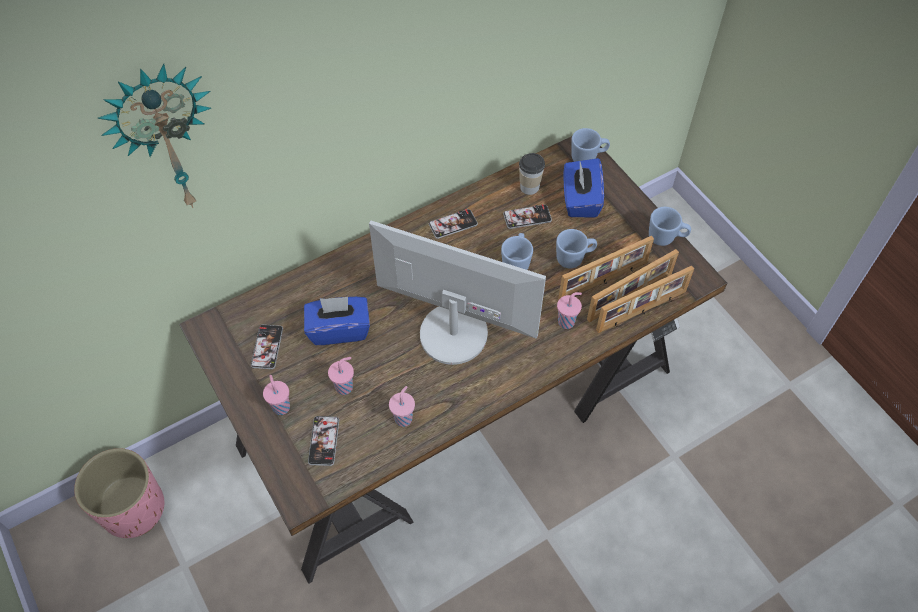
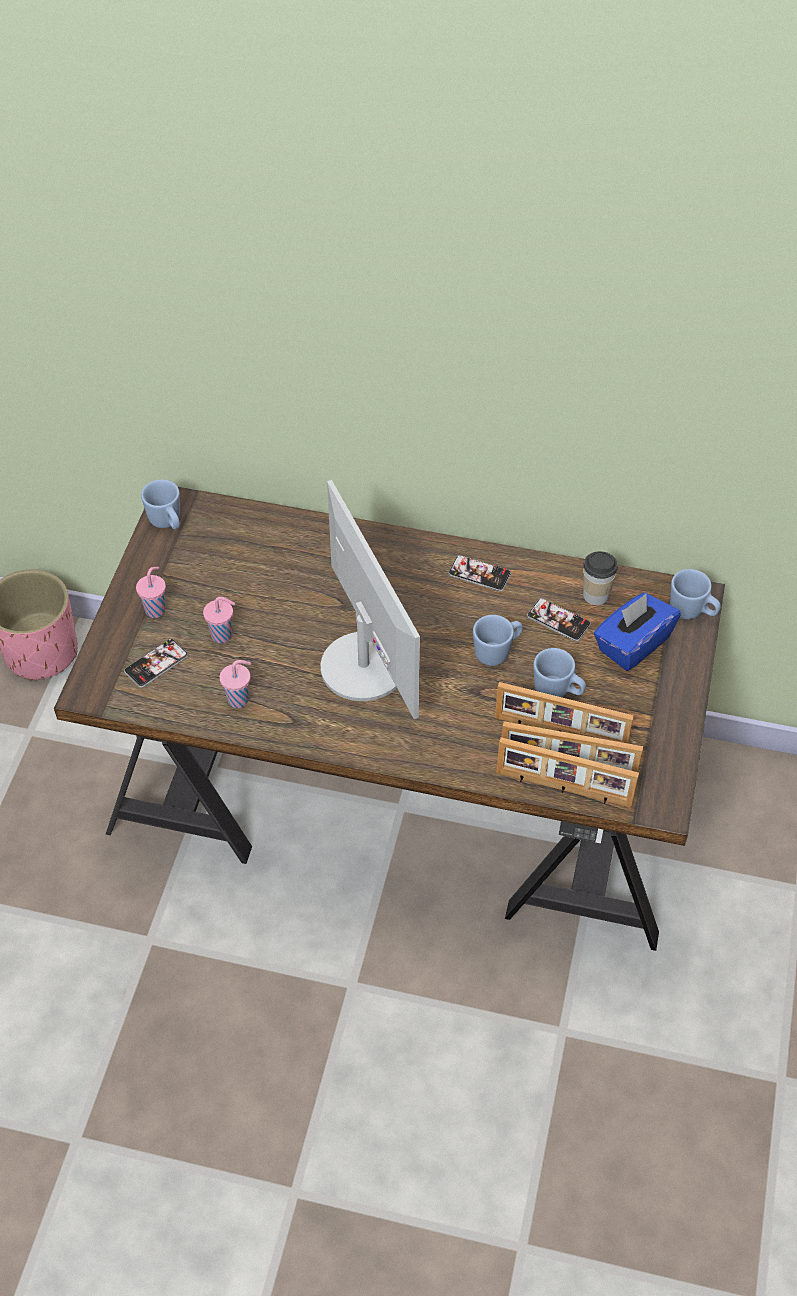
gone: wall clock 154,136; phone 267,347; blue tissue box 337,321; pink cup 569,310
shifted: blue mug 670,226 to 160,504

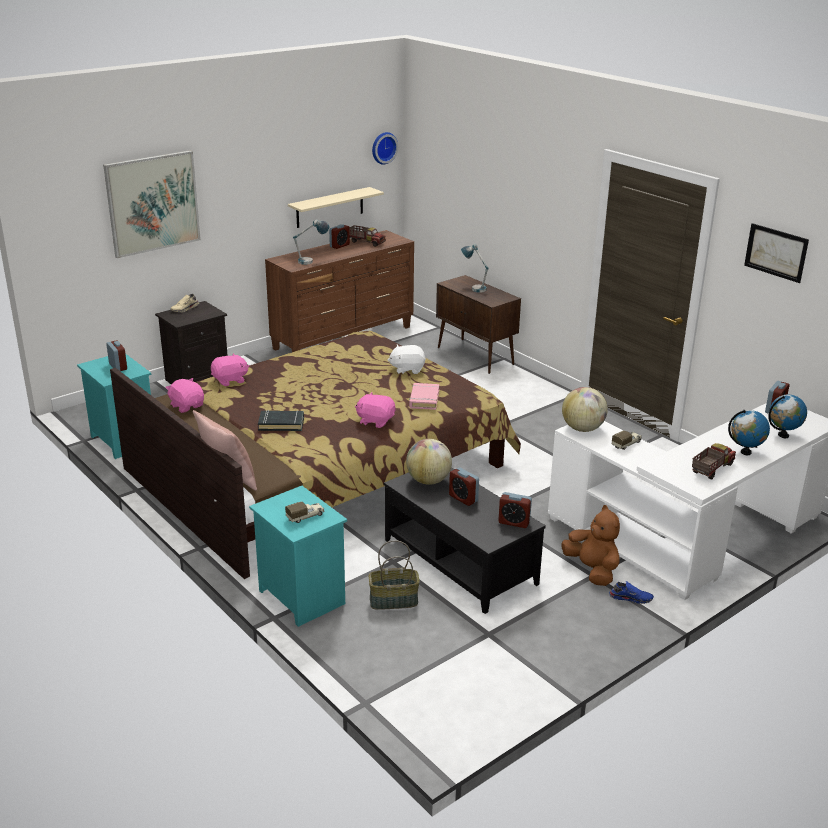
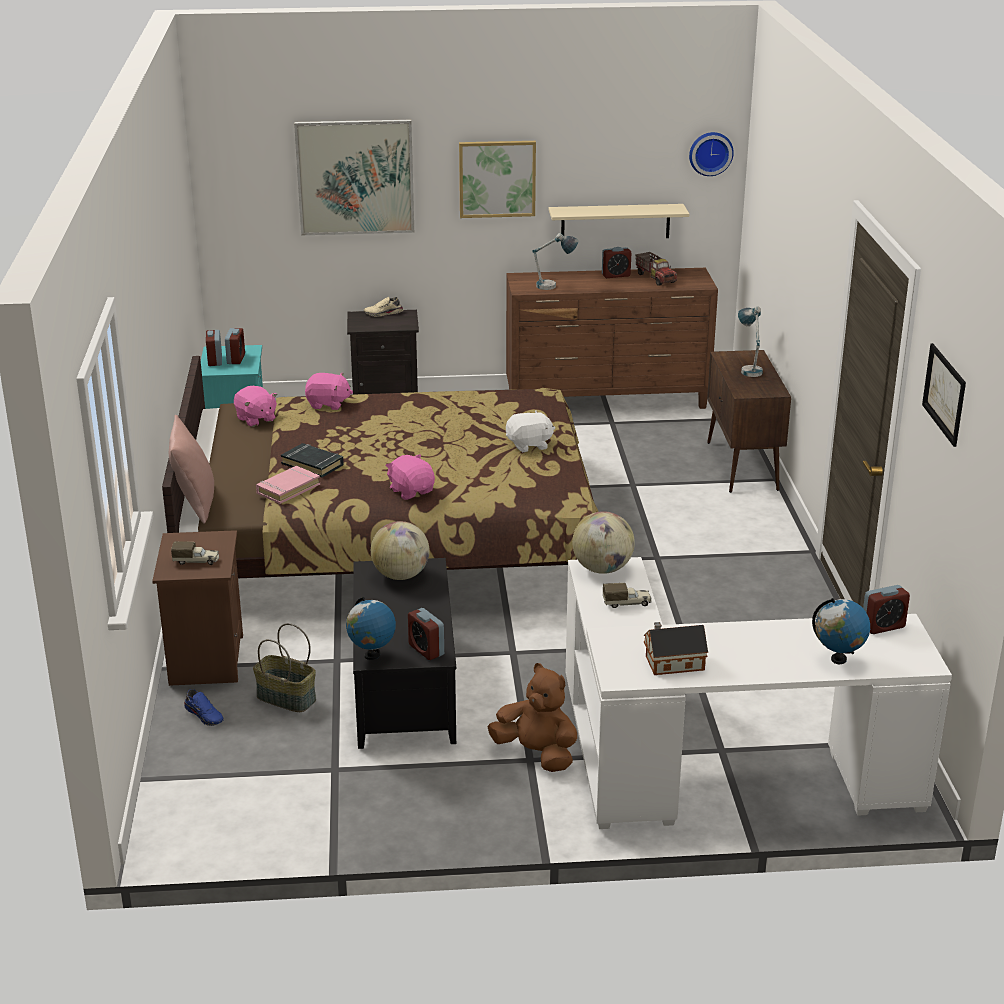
new: picture 497,179
shifted: pink book 424,396 to 288,485; alarm clock 464,487 to 214,348; blue shoe 631,592 to 204,707; globe 749,432 to 371,628
swapped: toy truck 714,461 to toy house 676,648
repainted: turquoise nightstand 298,556 to brown nightstand 197,608
rotated: pink plush toy 185,395 = 255,406 150 degrees clockwise; white plush toy 407,359 = 530,431 135 degrees clockwise; brown plush toy 590,545 = 532,717 60 degrees counterclockwise

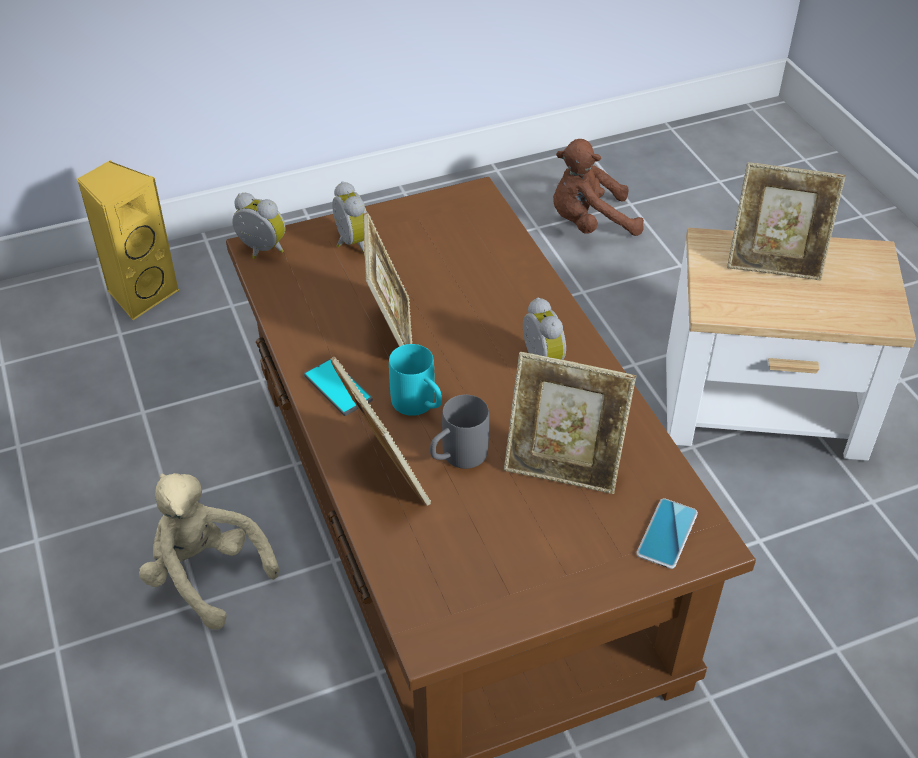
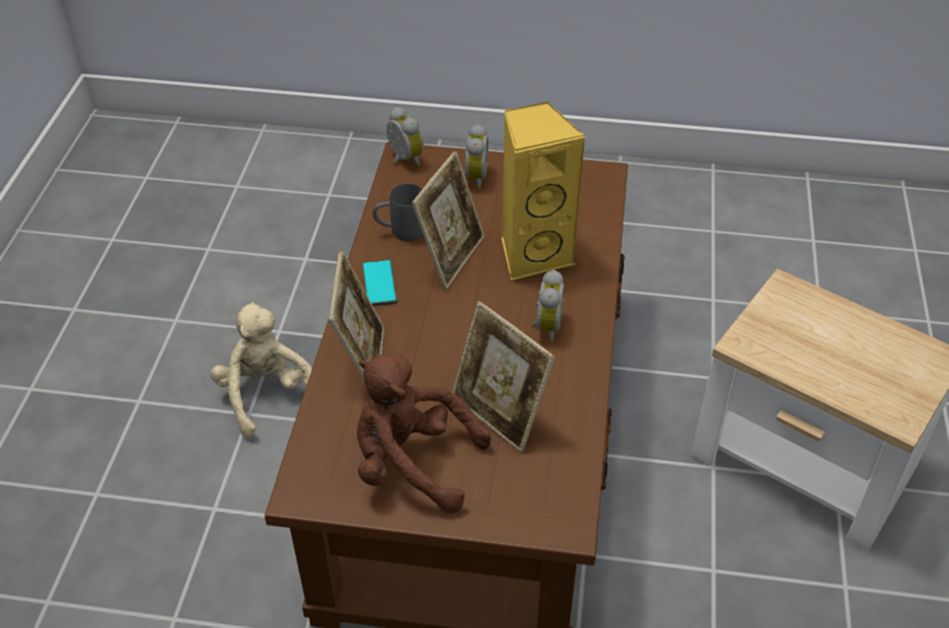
gone: turquoise mug 415,380; phone 667,533; picture frame 786,221
shifted: yellow speaker 128,240 to 543,190; grey mug 459,432 to 398,212; brown plush toy 598,187 to 424,433

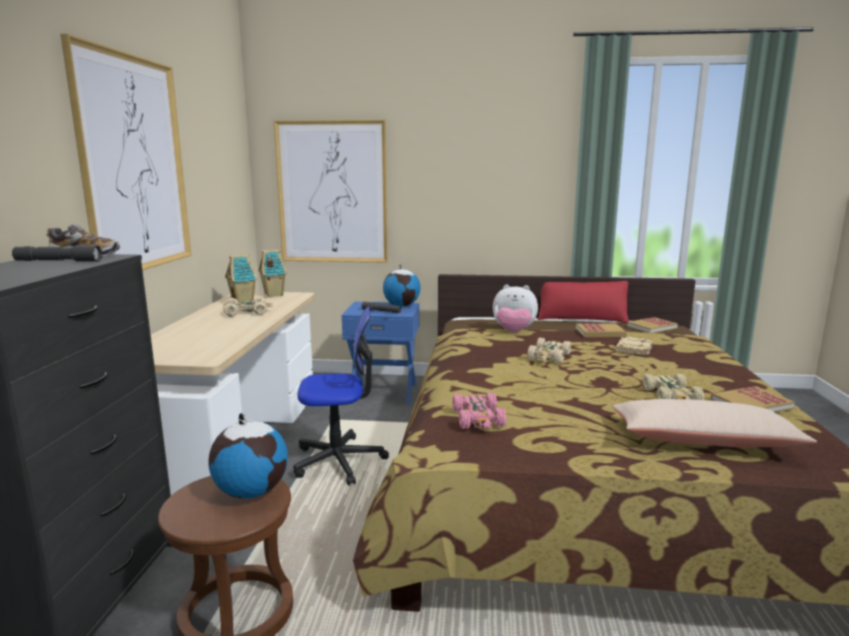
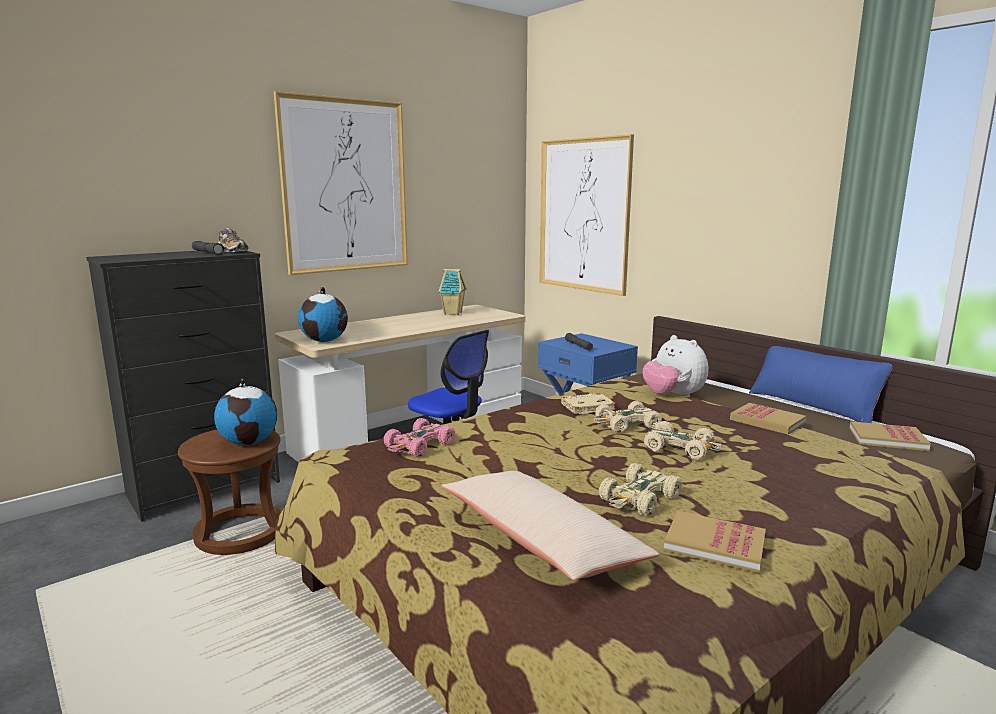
gone: toy house 273,273
shifted: beige toy car 248,306 to 682,440; globe 401,285 to 323,314; beige book 634,346 to 588,404
repainted: red pillow 583,302 to blue pillow 821,384

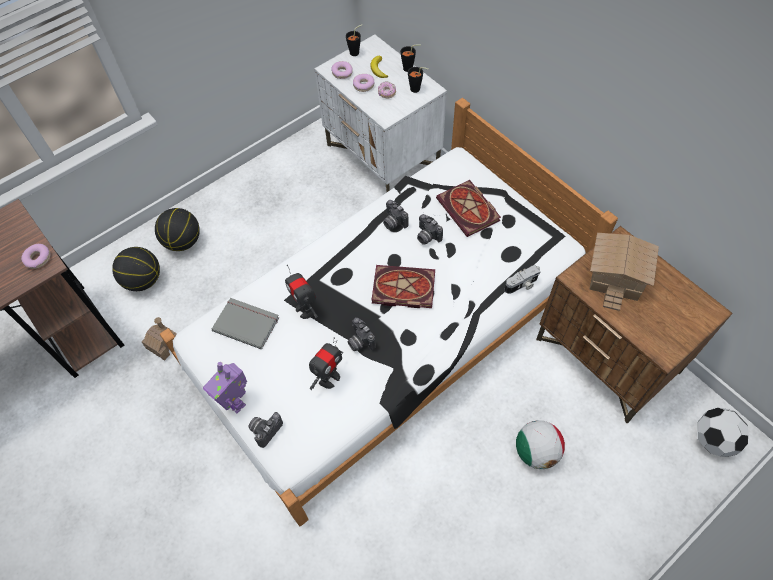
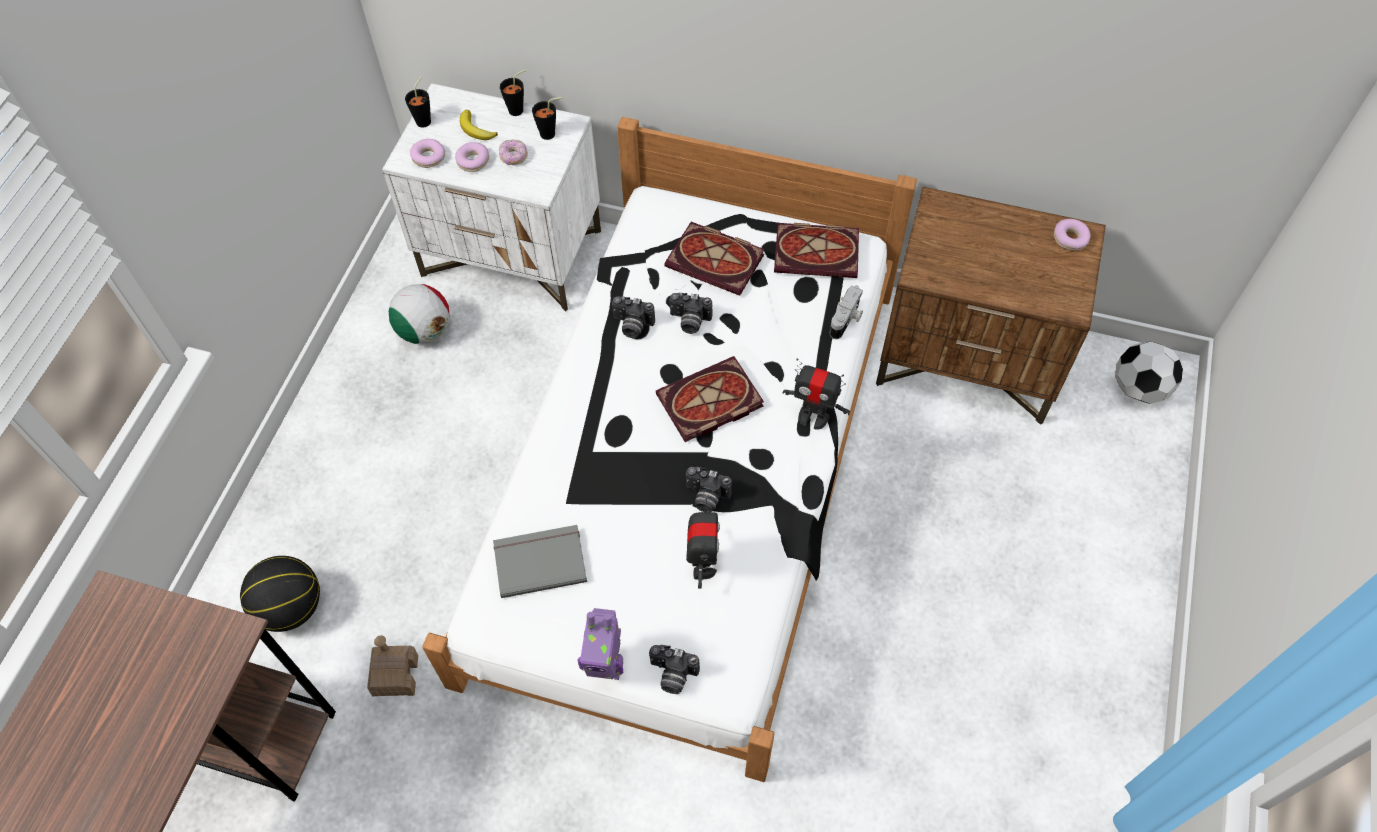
gone: basketball 177,229; toy house 624,272
new: book 816,250
shifted: donut 36,256 to 1072,234; toy robot 301,292 to 816,394; football 540,444 to 419,314
rotated: photo camera 266,430 = 674,669 75 degrees counterclockwise

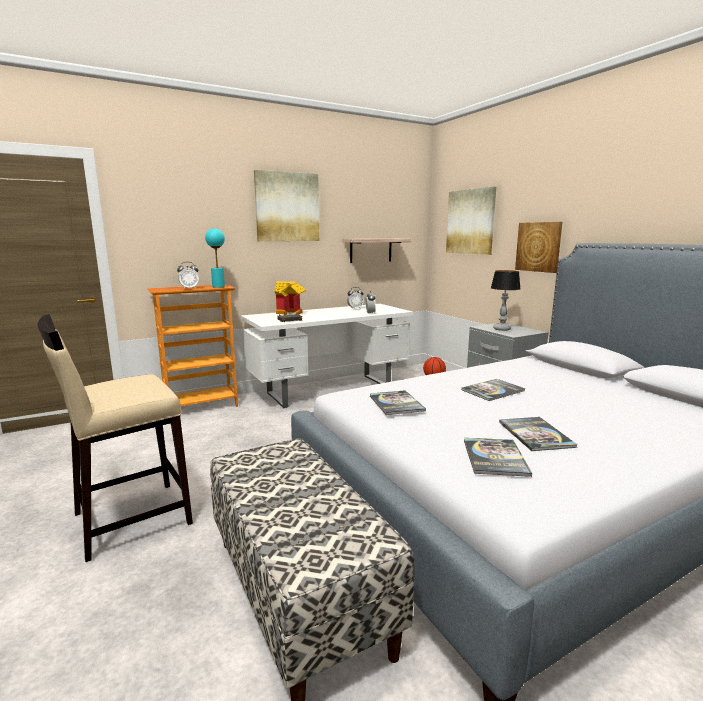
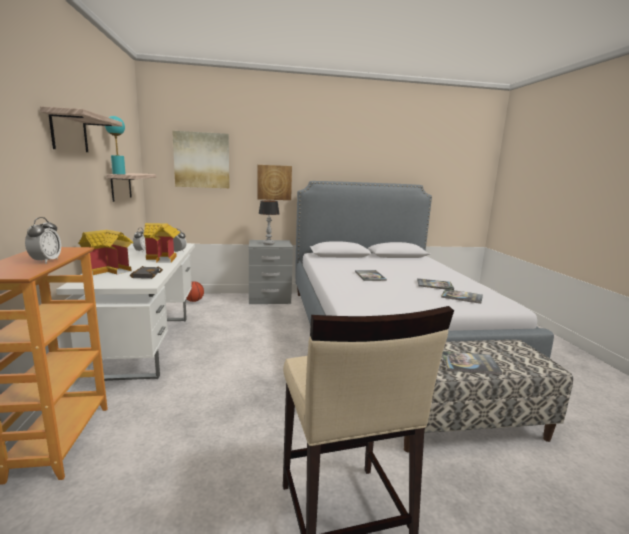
new: toy house 161,243
shifted: turquoise table lamp 215,258 to 115,145; book 398,402 to 472,363
swapped: picture 286,205 to shelf 81,129

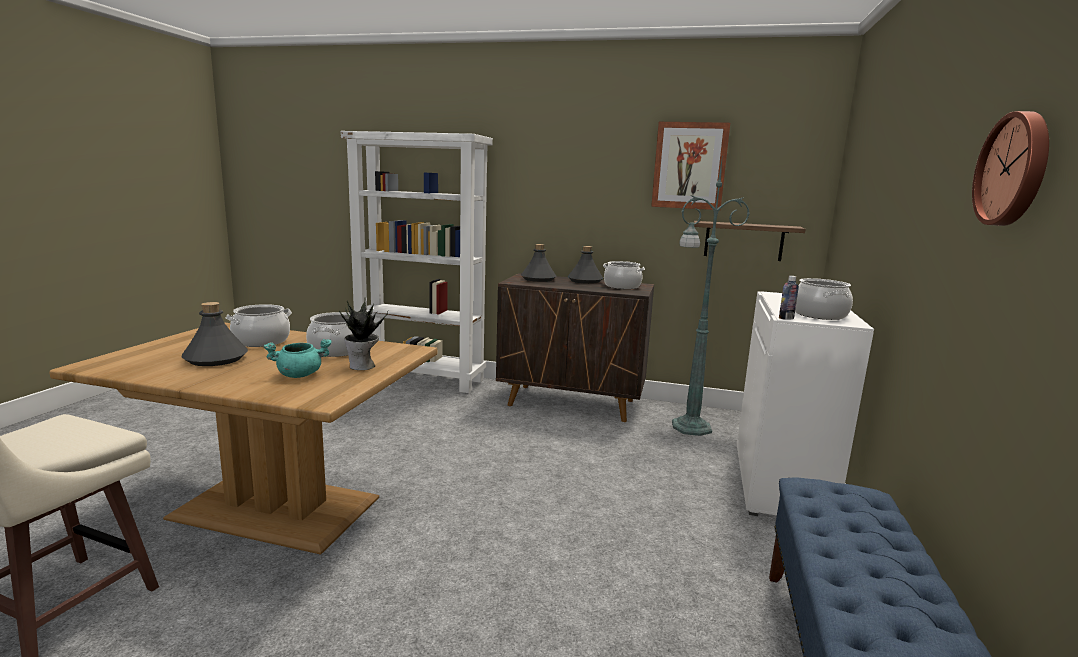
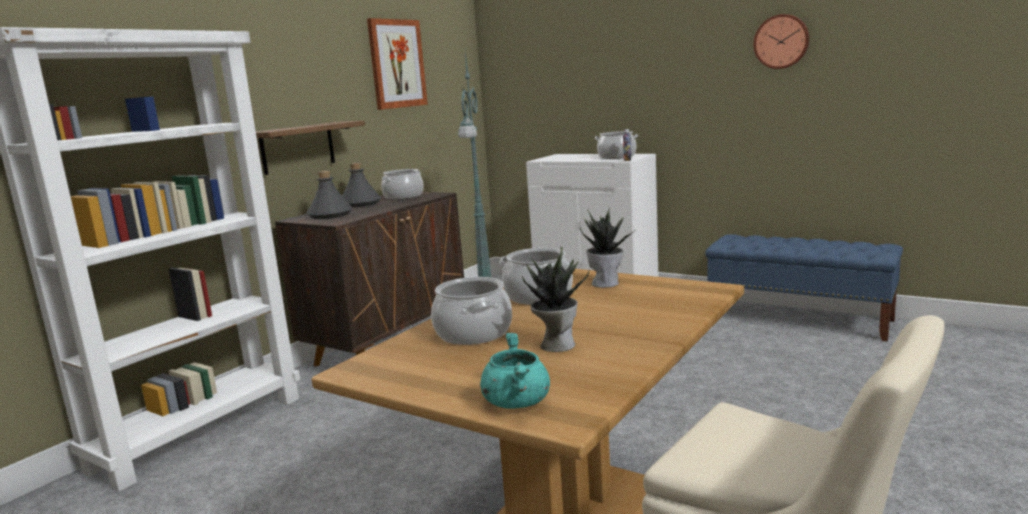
shifted: turquoise cooking pot 298,358 to 515,371; shelf 750,241 to 310,148
swapped: grey bottle 215,334 to potted plant 555,299

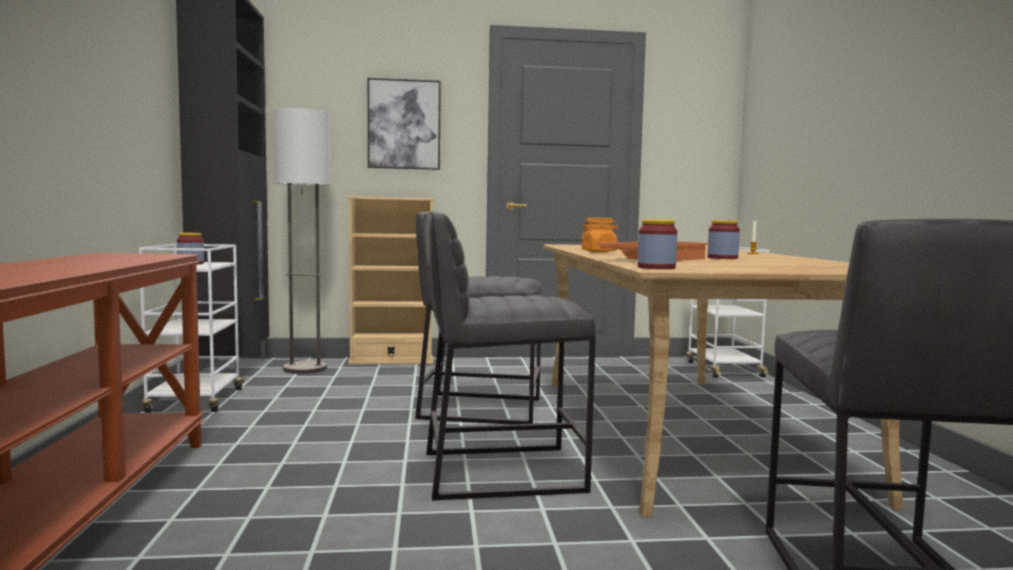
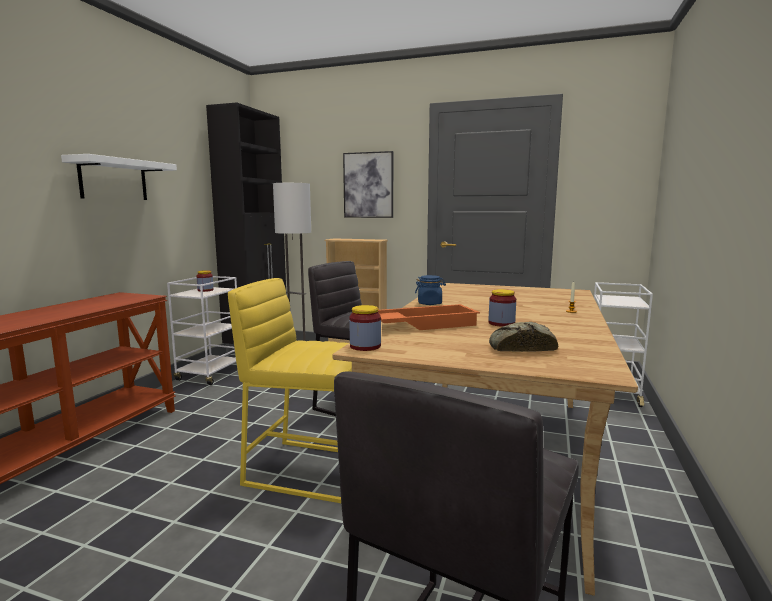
new: white shelf 119,177; bread 523,337
repainted: grey stool 510,355 to yellow stool 290,390; orange jar 600,235 to blue jar 430,290

